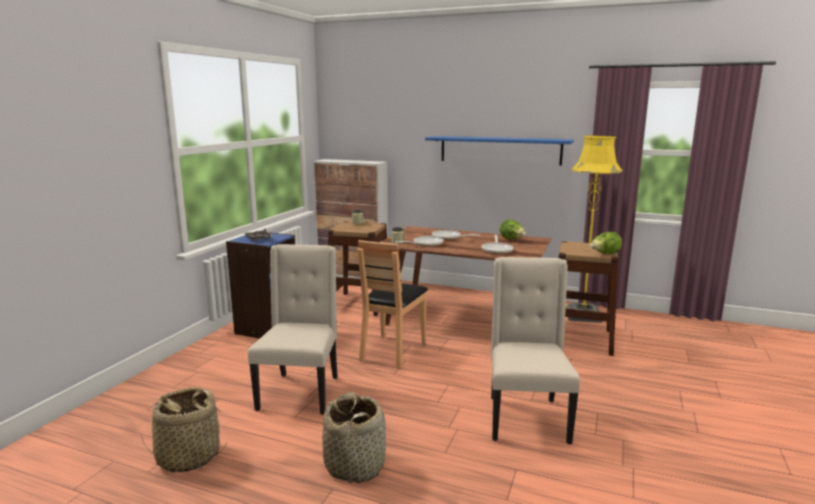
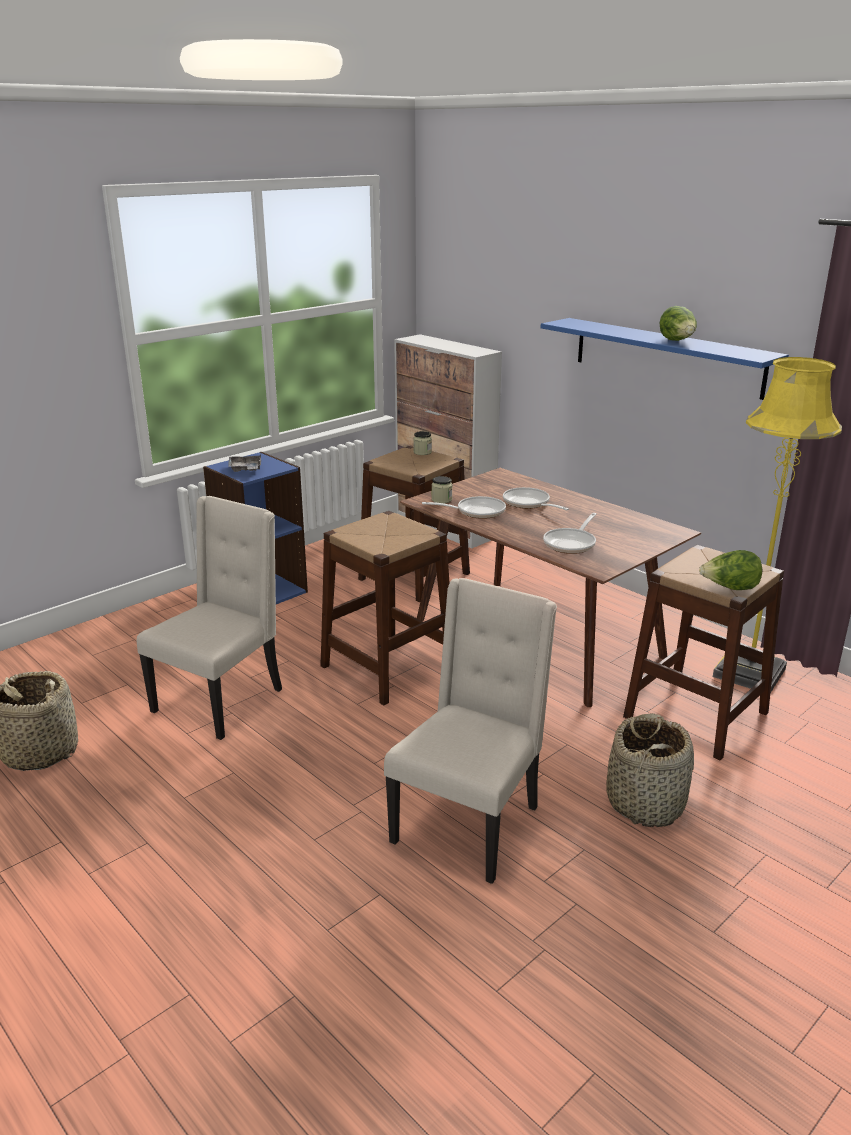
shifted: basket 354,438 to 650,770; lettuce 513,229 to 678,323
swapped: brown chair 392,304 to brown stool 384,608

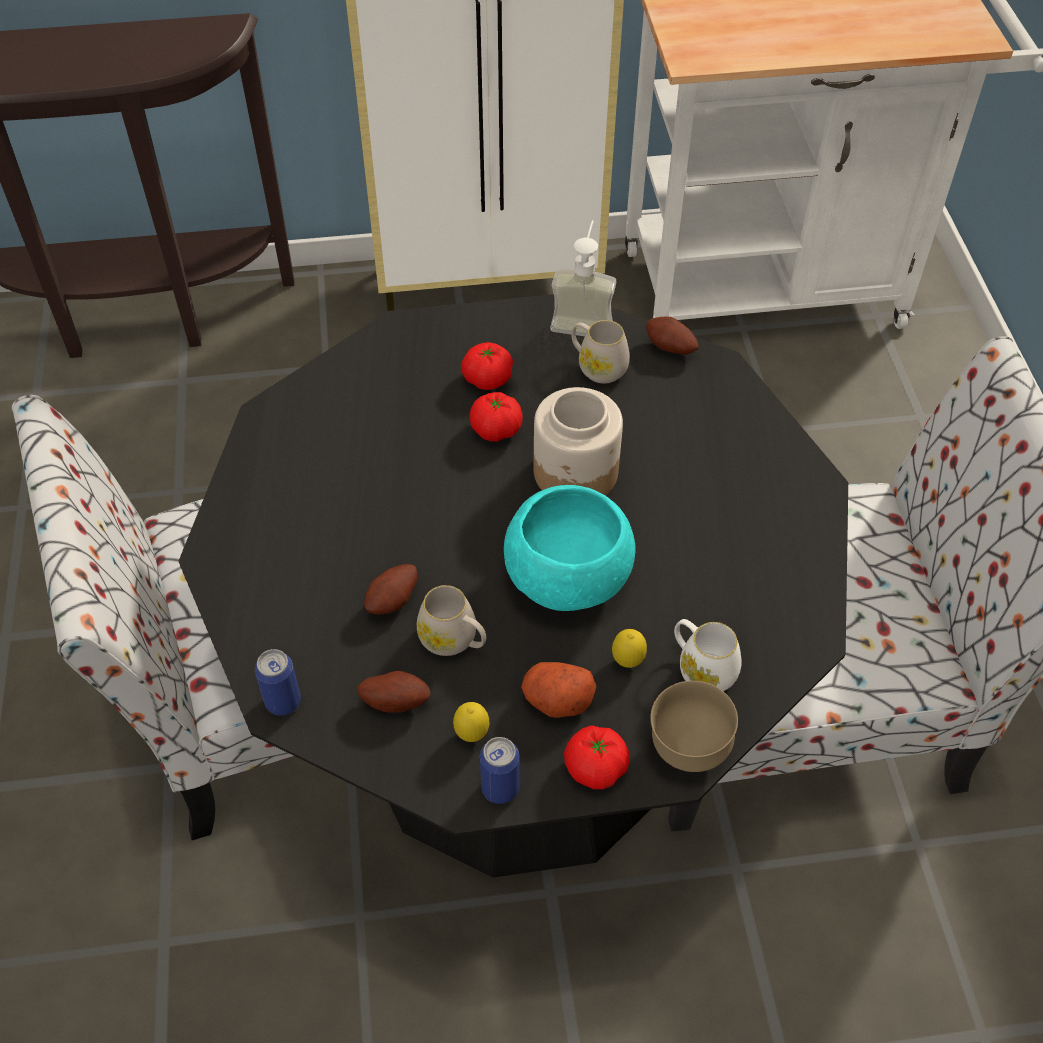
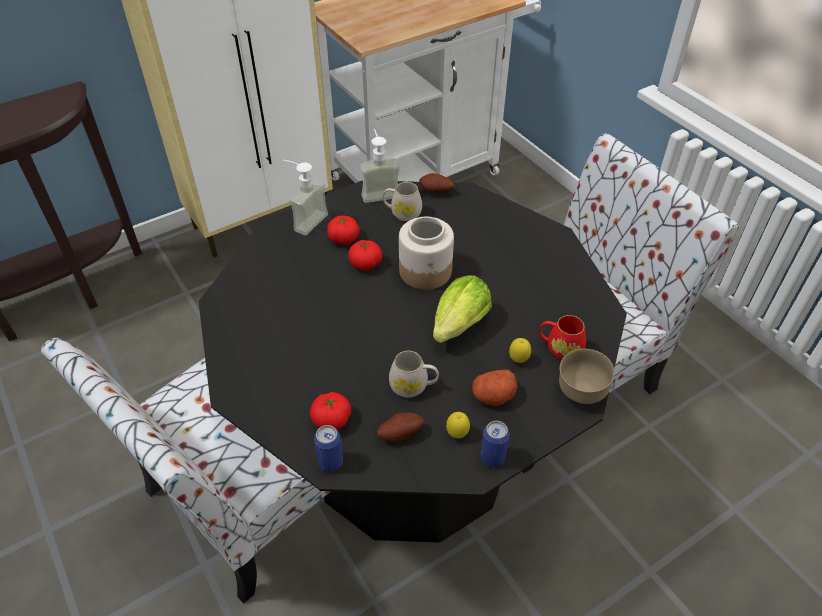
gone: potato 390,589
new: soap dispenser 305,197
shifted: tomato 597,757 to 330,411
swapped: turquoise bowl 570,548 to lettuce 462,309
repainted: white mug 708,655 to red mug 562,337

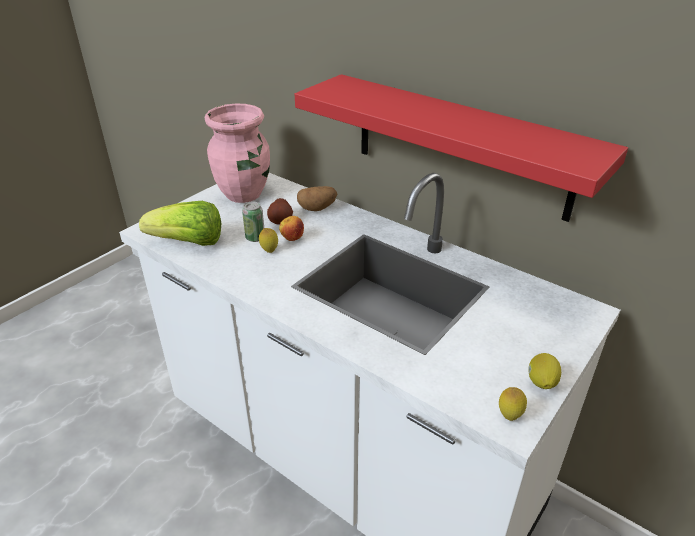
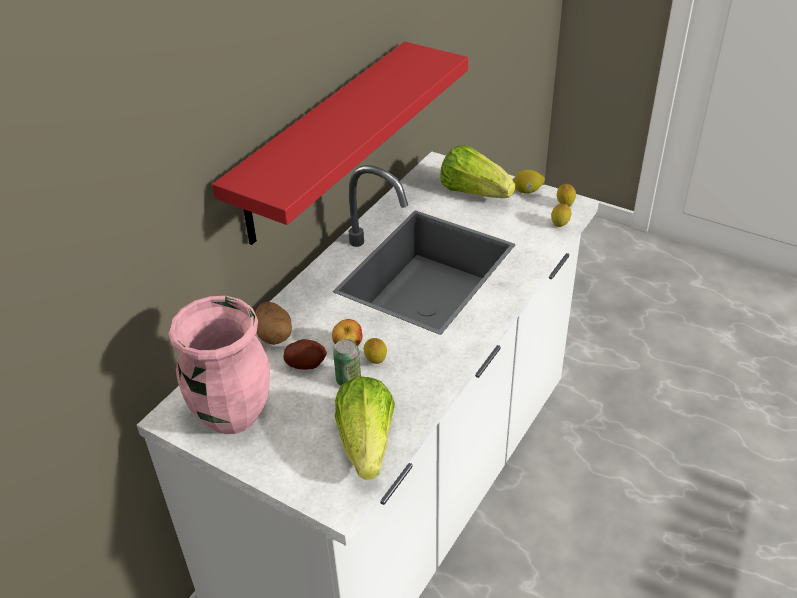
new: lettuce 478,171; lemon 561,215

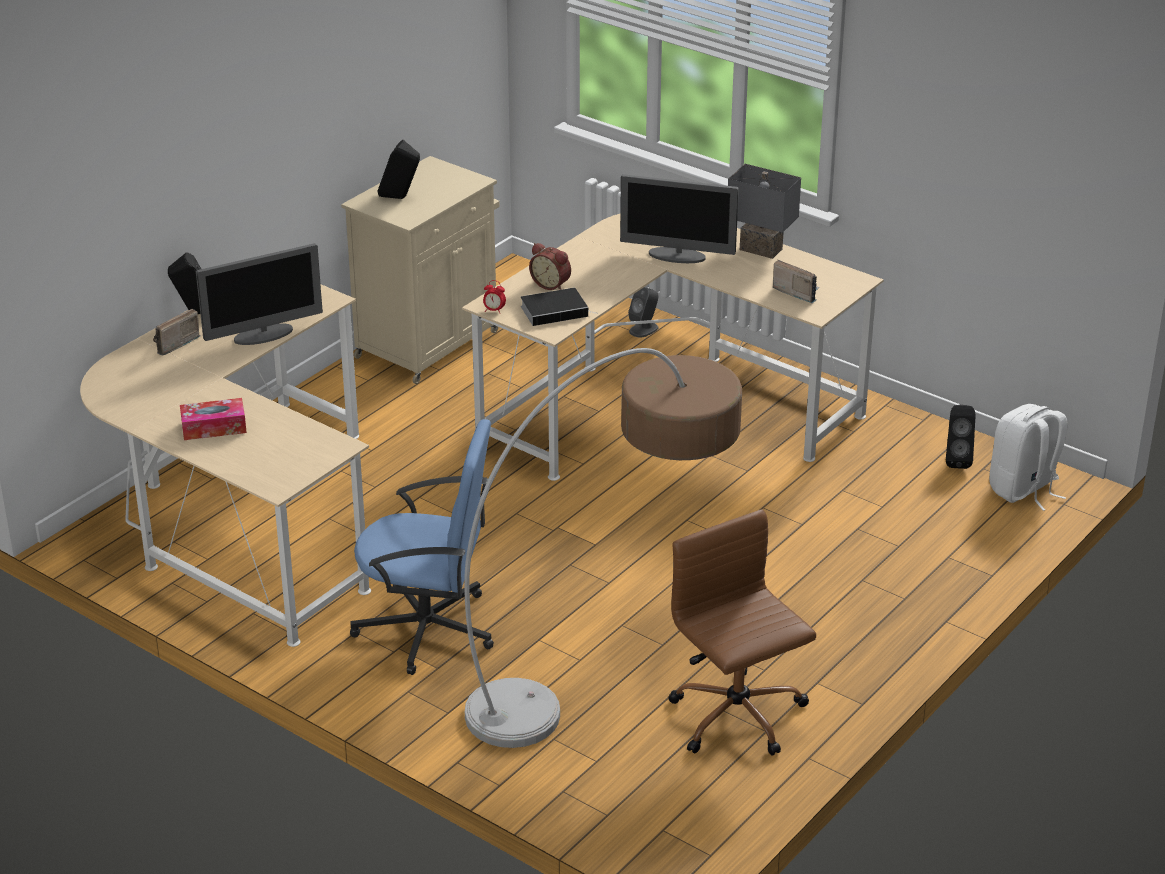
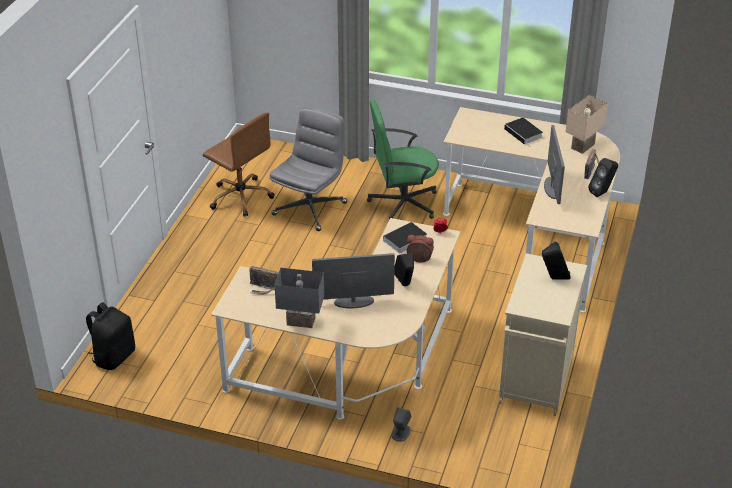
new: beige table lamp 587,124
shifted: black speaker 960,436 to 404,269
swapped: tissue box 213,419 to book 523,131; floor lamp 603,548 to grey office chair 308,168
repainted: blue office chair 422,547 to green office chair 403,161; white backpack 1028,457 to black backpack 110,336
rotated: monitor 259,294 = 554,164 135 degrees clockwise

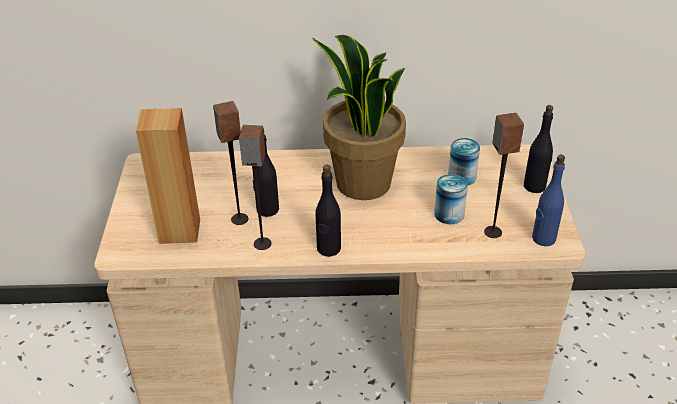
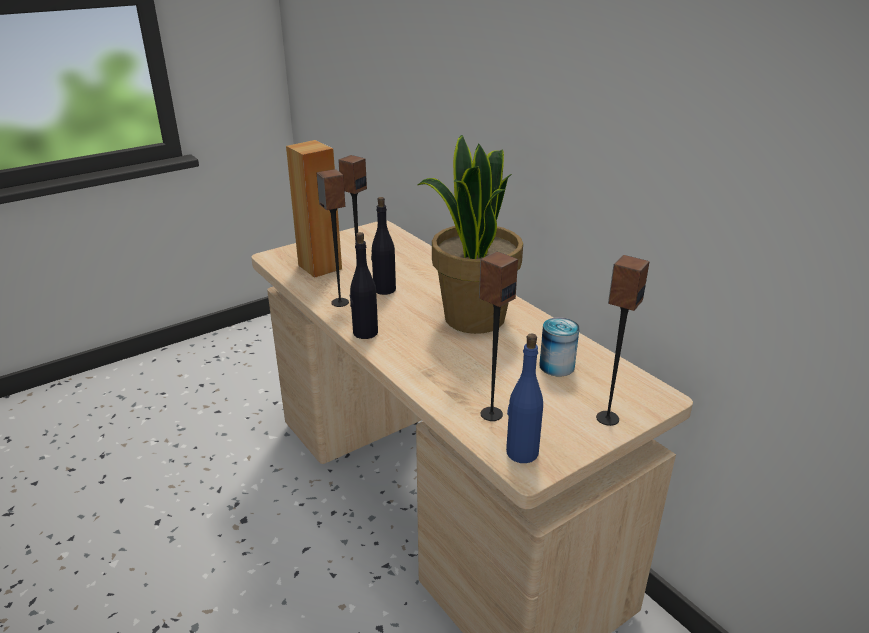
gone: can 451,199
swapped: black bottle 538,149 to speaker 622,340

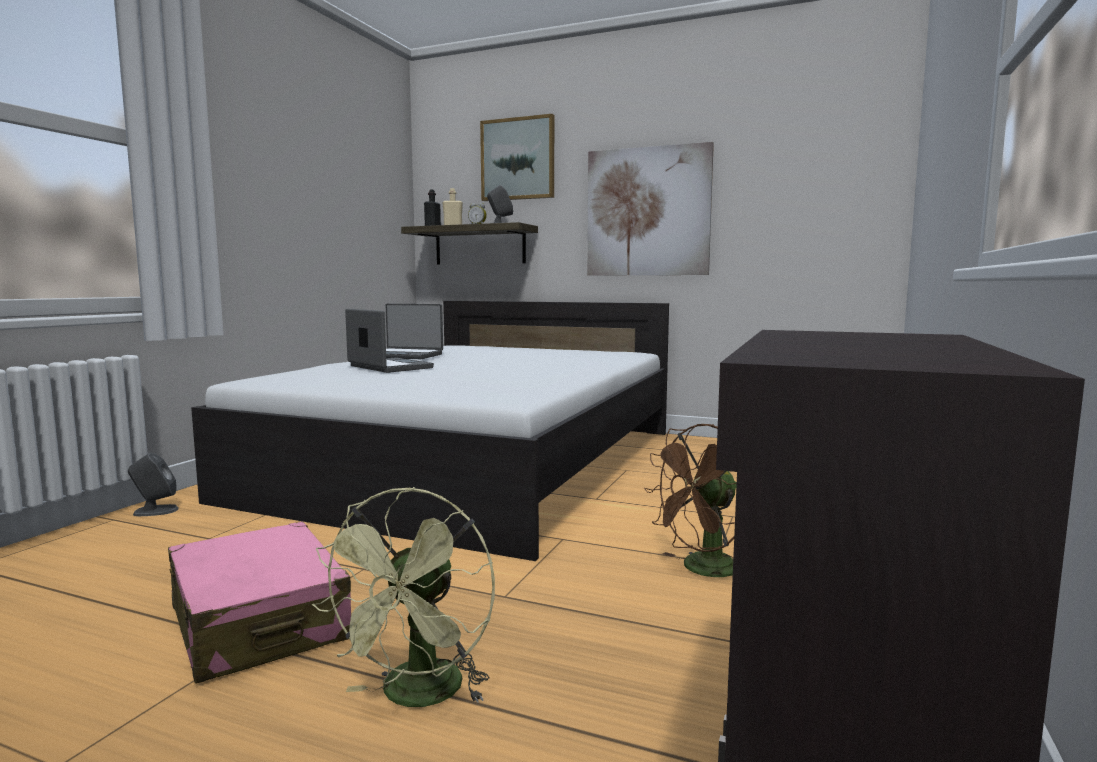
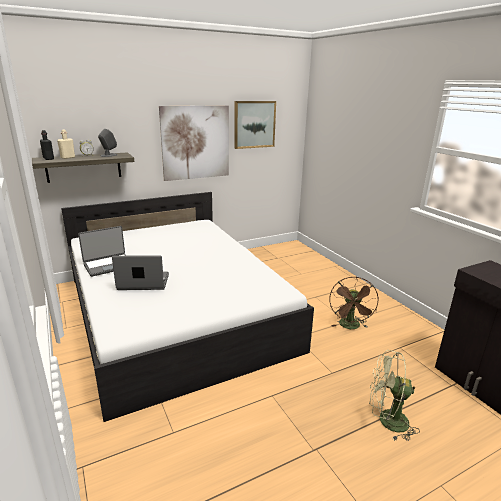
gone: grey speaker 153,484; pink suitcase 259,602
shifted: picture 517,157 to 255,125
rotated: green fan 403,597 = 394,395 135 degrees clockwise

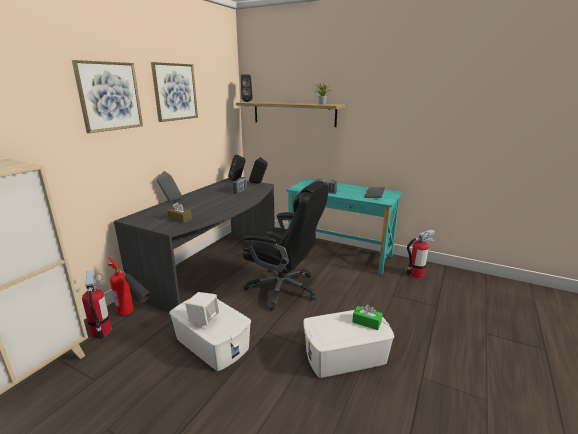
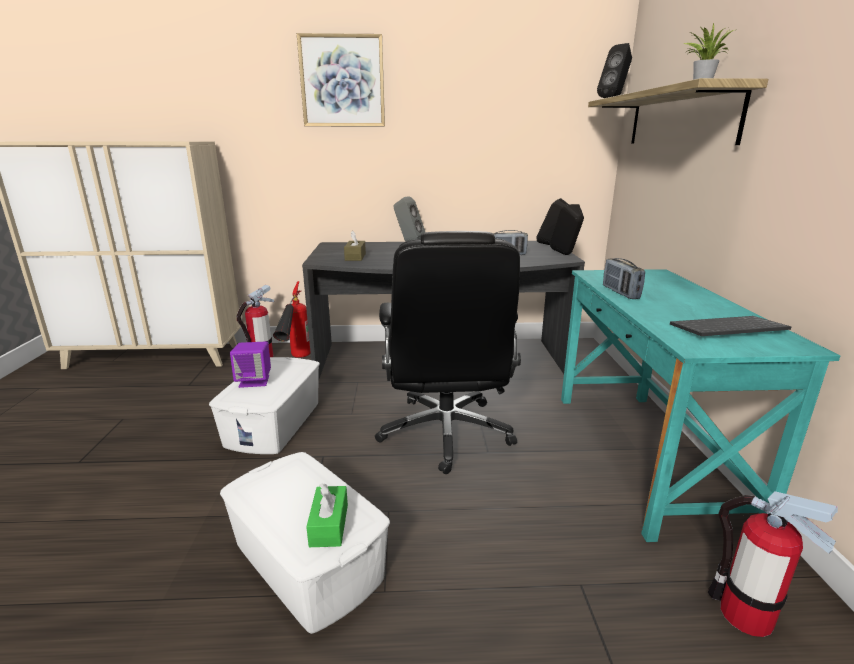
gone: picture 174,92
repainted: white speaker 202,310 to purple speaker 250,364

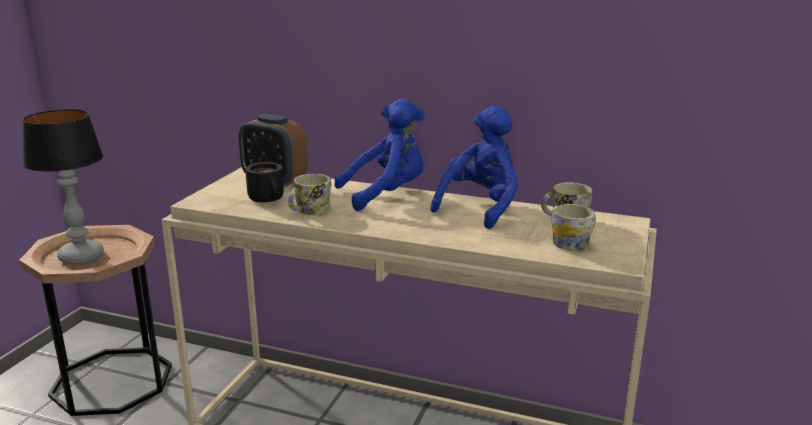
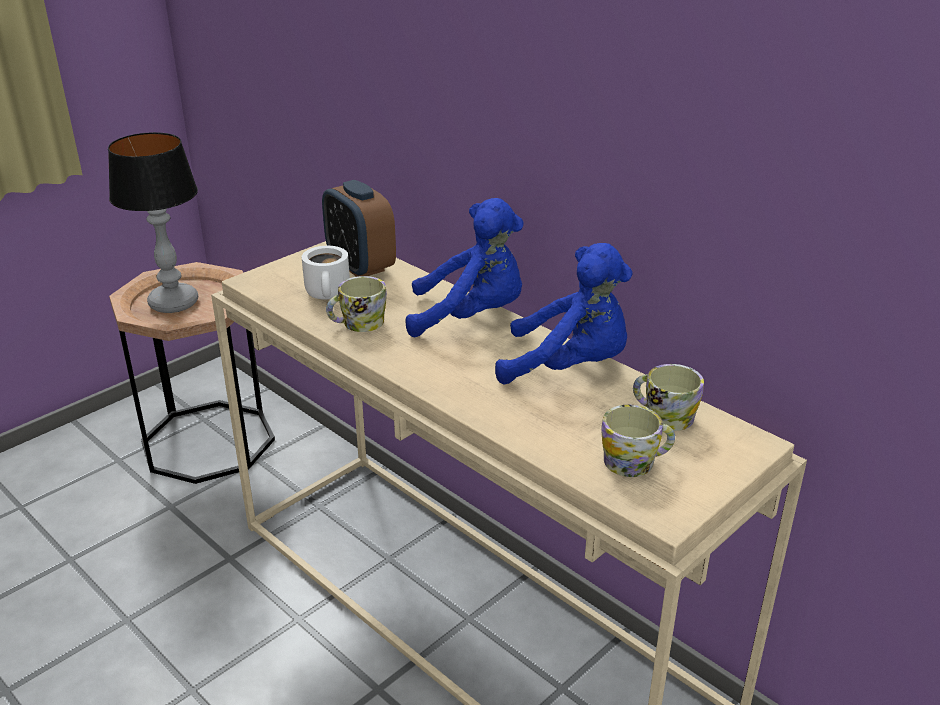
repainted: black mug 264,182 to white mug 326,273
rotated: blue plush toy 474,167 = 564,313 45 degrees clockwise

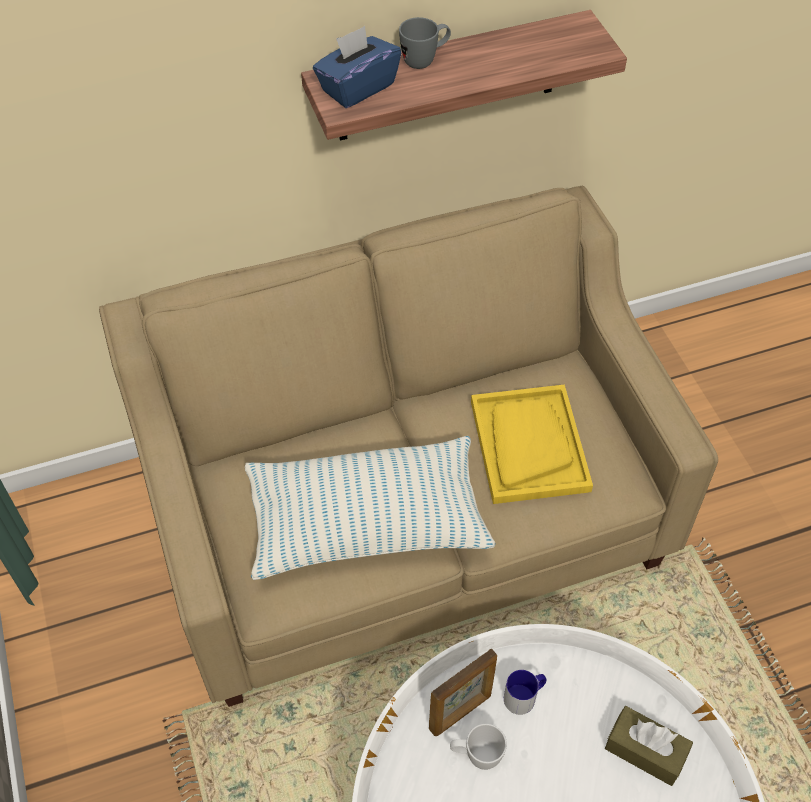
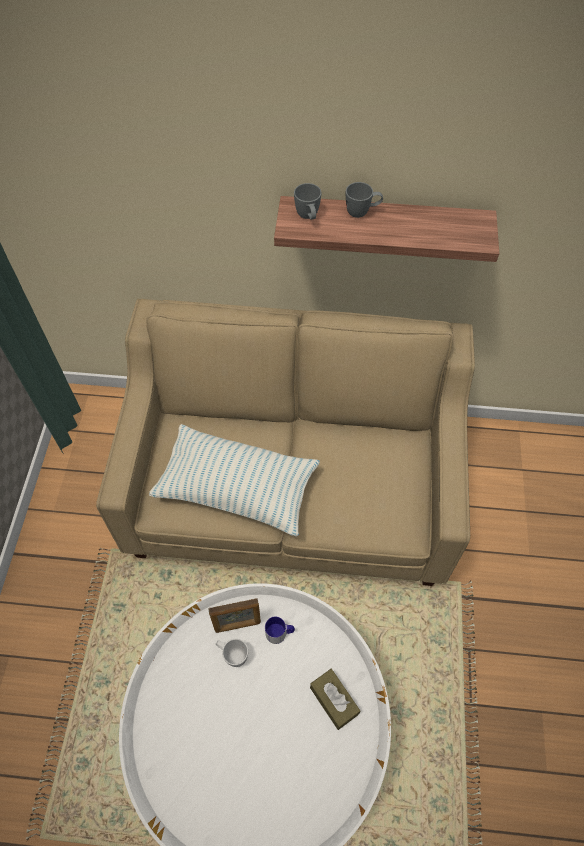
gone: yellow tray 532,444
swapped: blue tissue box 357,67 to grey mug 307,201

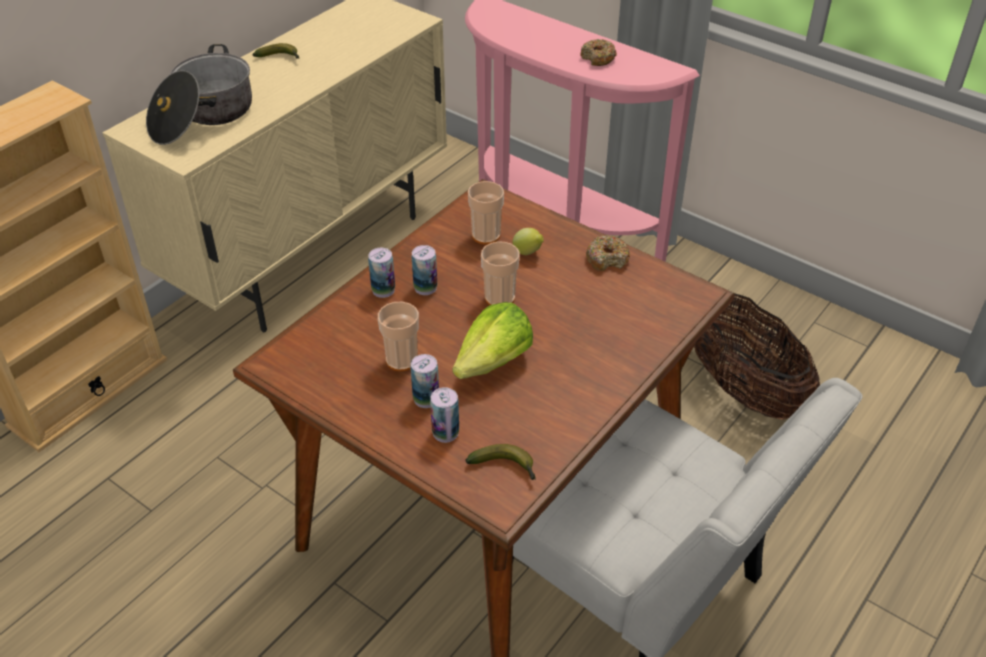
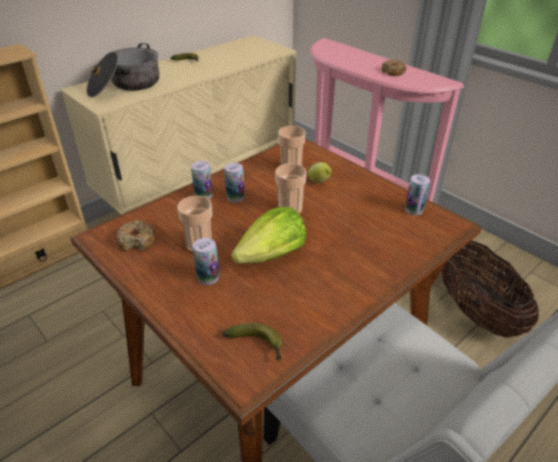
shifted: can 444,415 to 417,194; donut 608,253 to 136,235

